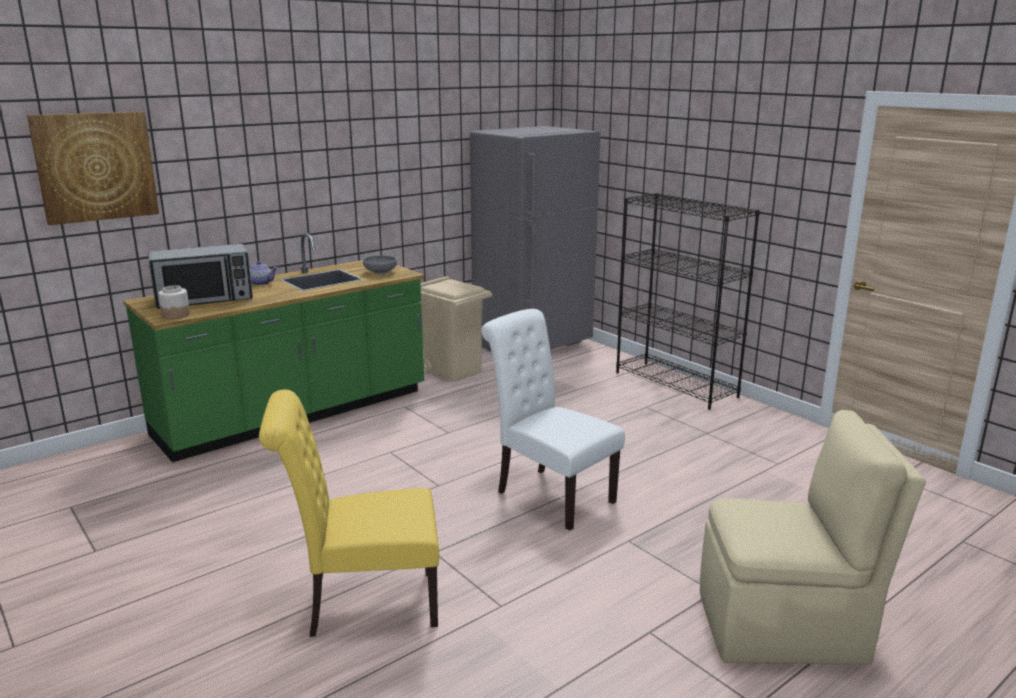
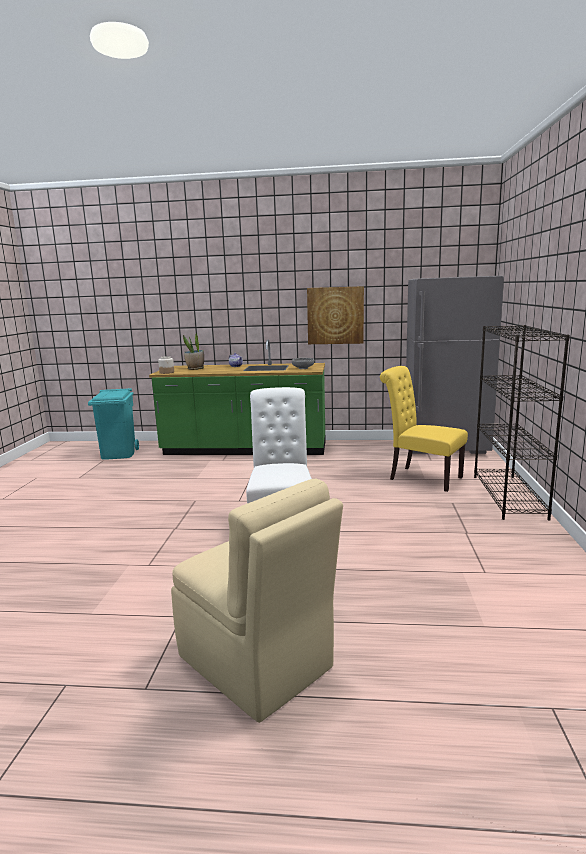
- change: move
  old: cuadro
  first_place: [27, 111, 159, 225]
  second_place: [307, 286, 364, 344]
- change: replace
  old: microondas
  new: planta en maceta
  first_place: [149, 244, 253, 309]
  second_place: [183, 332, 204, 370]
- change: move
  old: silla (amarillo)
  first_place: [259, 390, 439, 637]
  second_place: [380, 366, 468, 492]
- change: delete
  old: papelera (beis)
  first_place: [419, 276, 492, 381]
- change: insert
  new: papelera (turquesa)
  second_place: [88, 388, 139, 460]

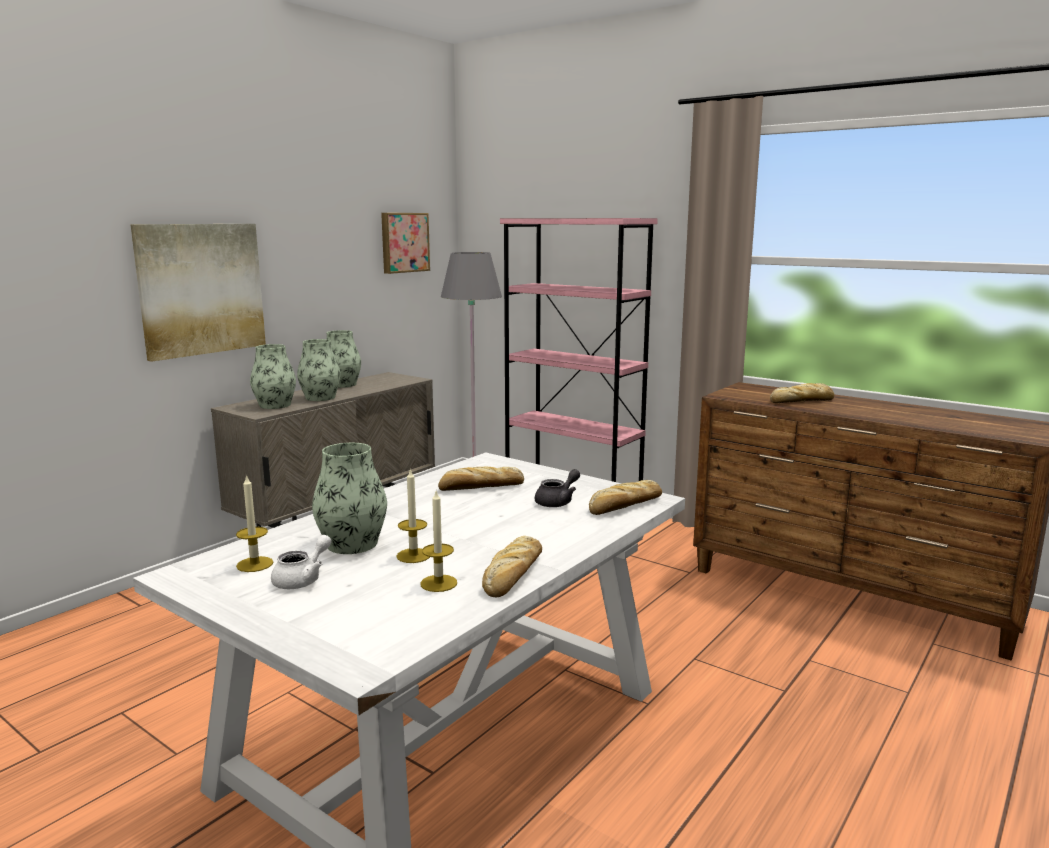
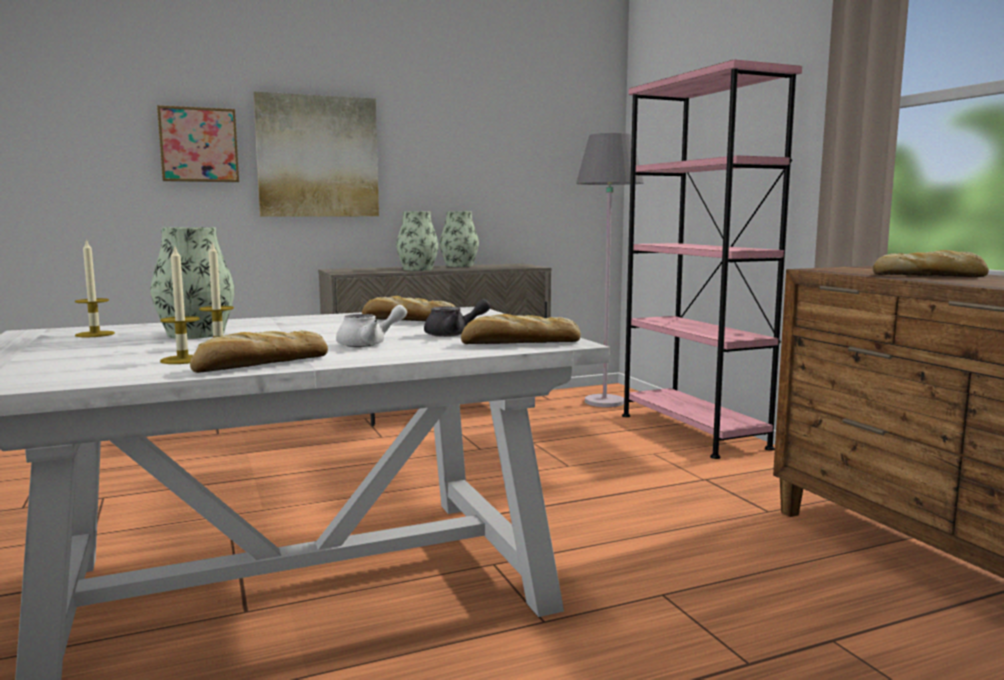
- change: delete
  old: florero
  first_place: [250, 344, 296, 409]
- change: move
  old: tetera (blanco)
  first_place: [271, 535, 332, 589]
  second_place: [336, 305, 407, 347]
- change: move
  old: cuadro
  first_place: [381, 213, 430, 274]
  second_place: [157, 105, 239, 182]

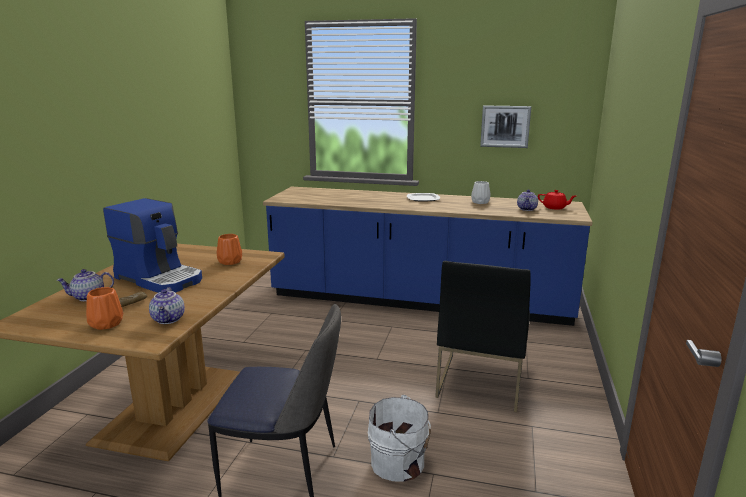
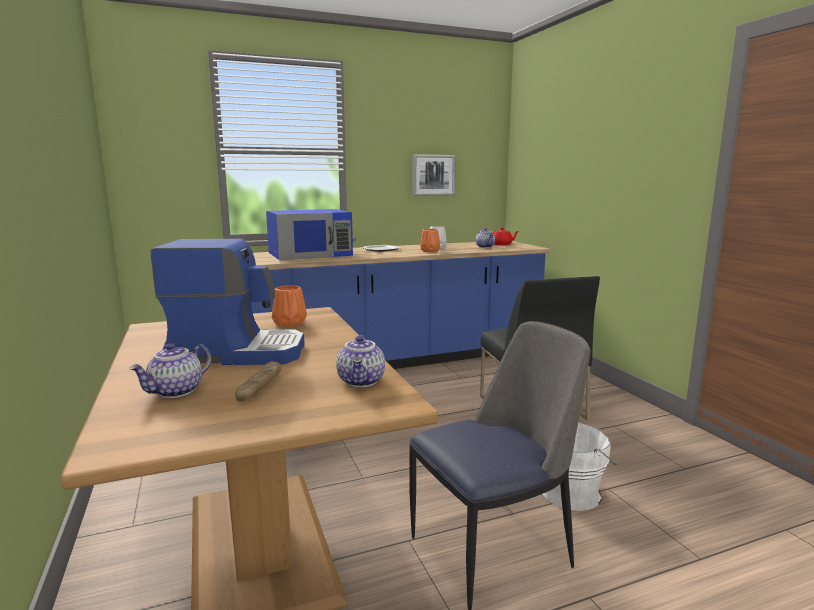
- change: move
  old: florero (naranja)
  first_place: [86, 287, 123, 330]
  second_place: [420, 229, 440, 252]
- change: rotate
  old: tetera
  first_place: [149, 287, 185, 324]
  second_place: [336, 335, 385, 387]
  degrees: 45
- change: insert
  new: microondas (azul)
  second_place: [266, 209, 353, 261]

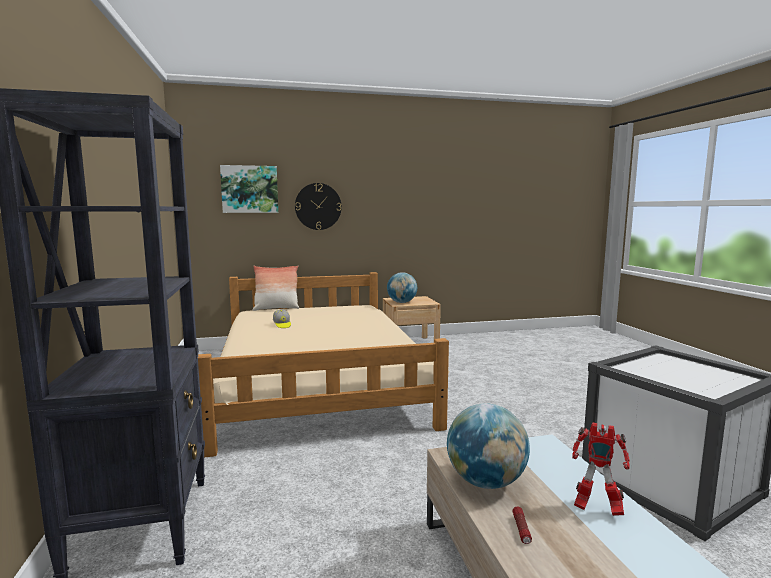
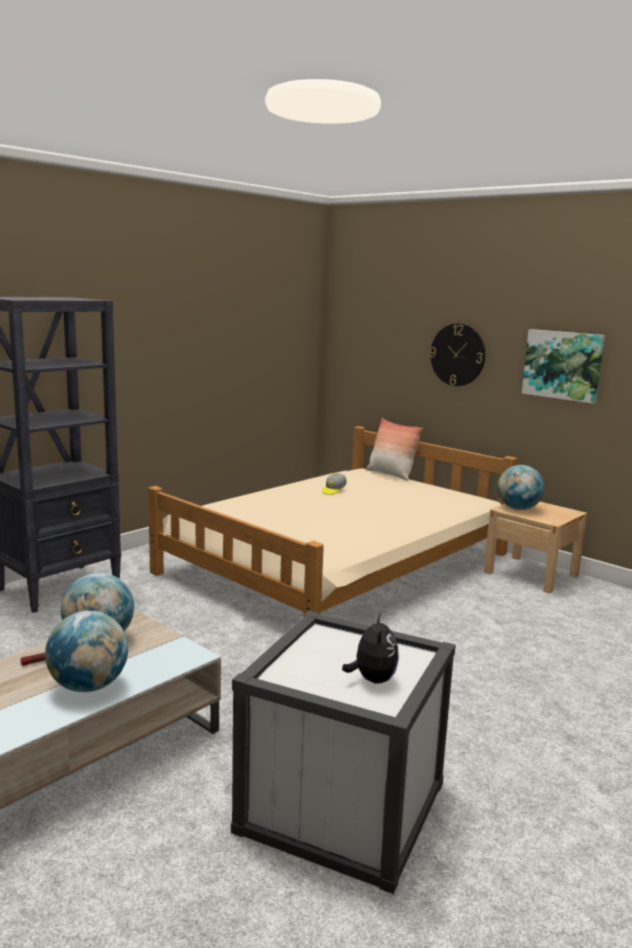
- change: move
  old: cuadro
  first_place: [220, 165, 278, 213]
  second_place: [522, 329, 605, 404]
- change: replace
  old: robot de juguete
  new: globo terráqueo
  first_place: [572, 422, 630, 516]
  second_place: [45, 611, 128, 692]
- change: insert
  new: peluche
  second_place: [342, 613, 399, 684]

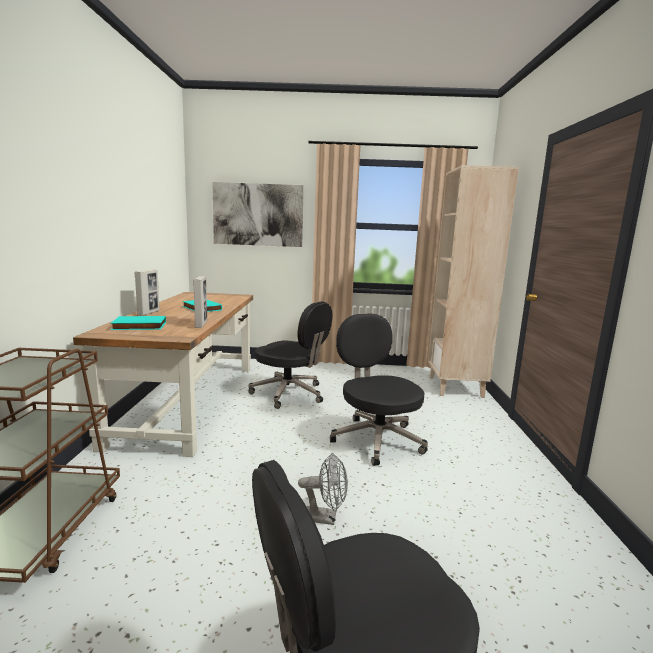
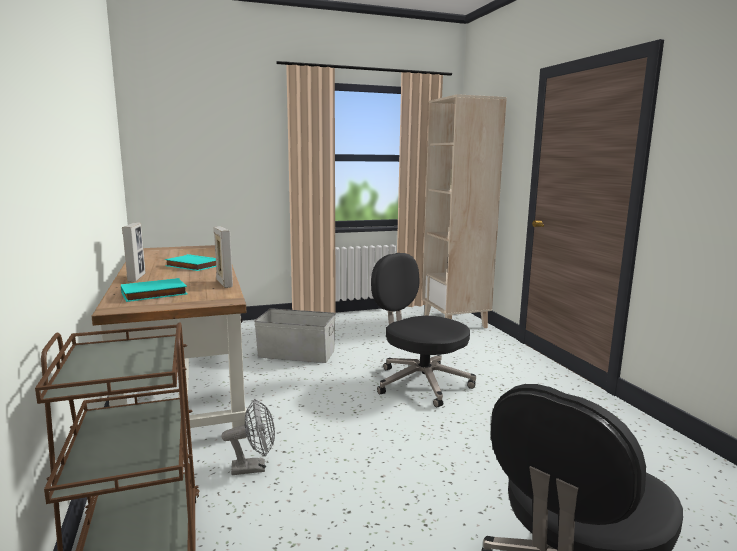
- change: delete
  old: cuadro
  first_place: [212, 182, 304, 247]
- change: replace
  old: silla de oficina (negro)
  new: caja de almacenaje (gris)
  first_place: [248, 301, 332, 409]
  second_place: [254, 308, 336, 363]
- change: move
  old: ventilador (gris)
  first_place: [298, 453, 348, 525]
  second_place: [222, 399, 275, 475]

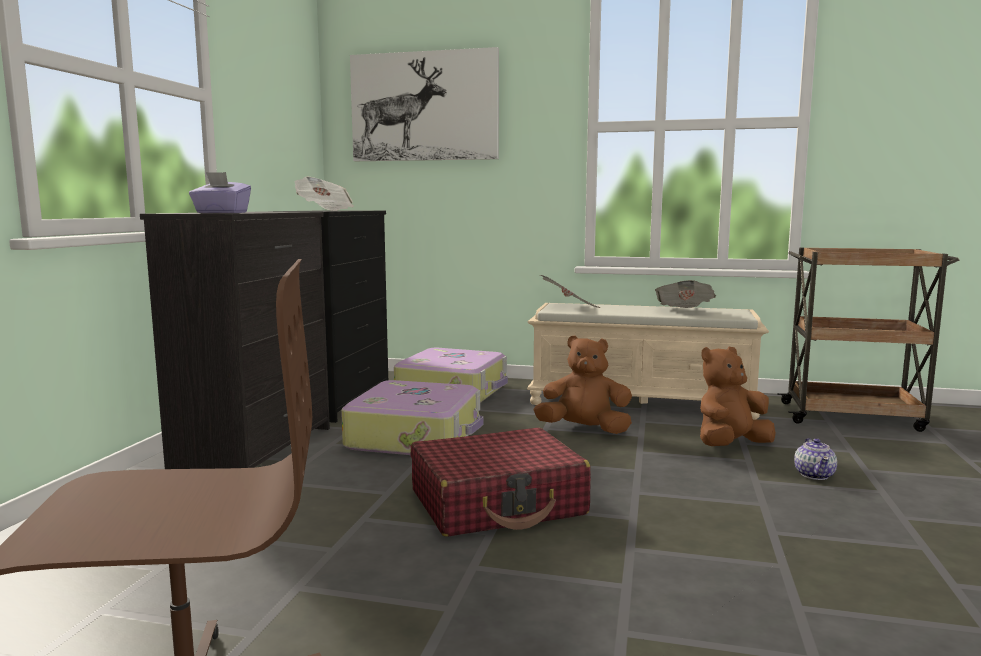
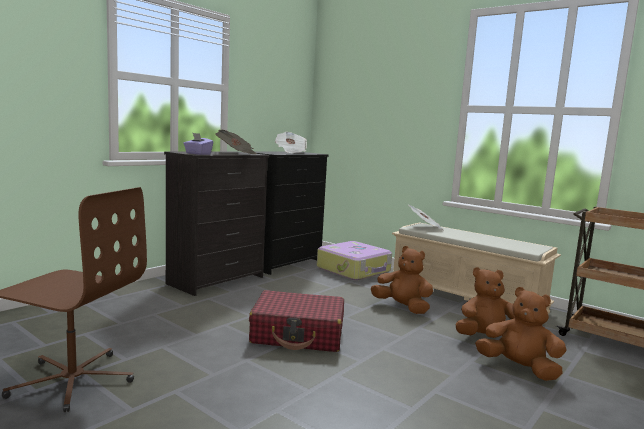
- change: delete
  old: maleta
  first_place: [341, 380, 483, 455]
- change: delete
  old: cuadro
  first_place: [350, 47, 499, 161]
- change: move
  old: periódico
  first_place: [655, 280, 716, 308]
  second_place: [215, 130, 257, 154]
- change: replace
  old: tetera
  new: peluche (marrón)
  first_place: [794, 438, 837, 480]
  second_place: [475, 287, 567, 381]

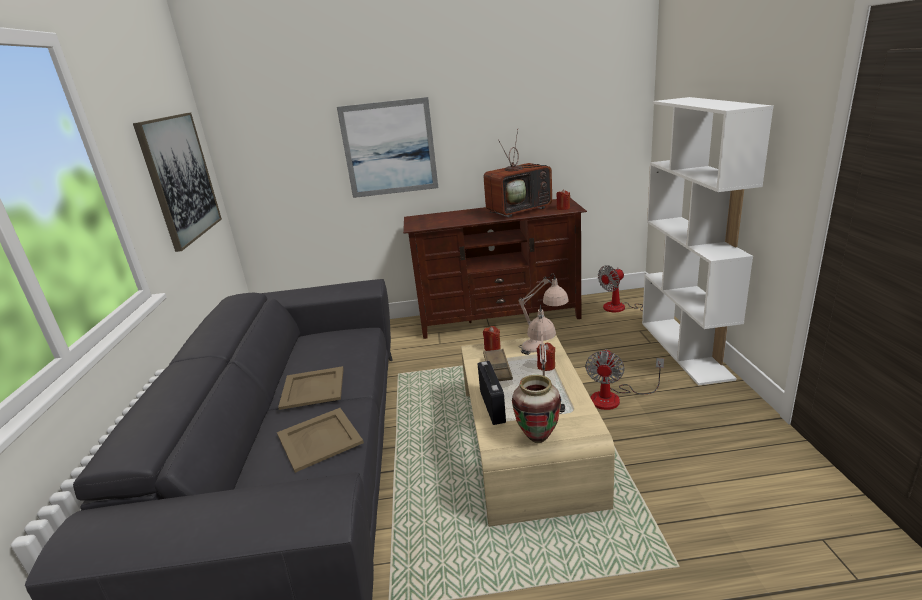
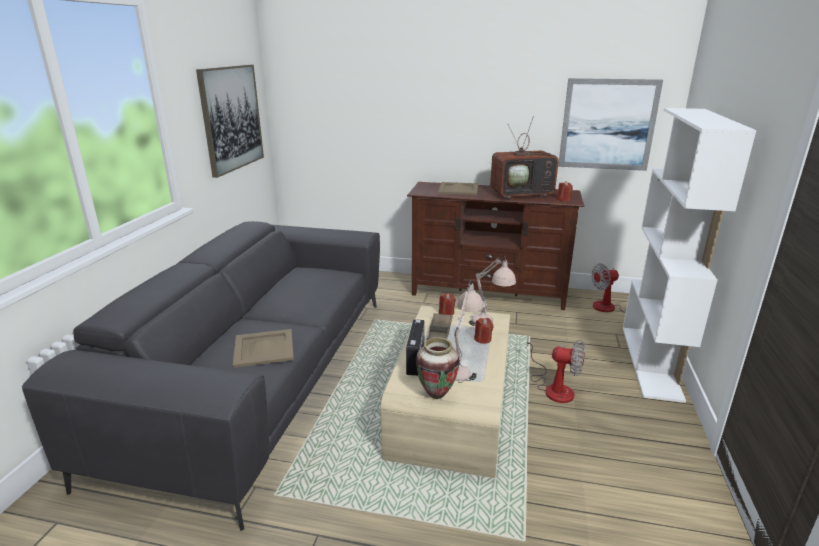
- change: move
  old: bandeja (beis)
  first_place: [278, 366, 344, 410]
  second_place: [438, 182, 478, 195]
- change: move
  old: cuadro
  first_place: [337, 97, 438, 198]
  second_place: [558, 78, 663, 171]
- change: rotate
  old: ventilador
  first_place: [585, 349, 664, 410]
  second_place: [526, 336, 585, 403]
  degrees: -105

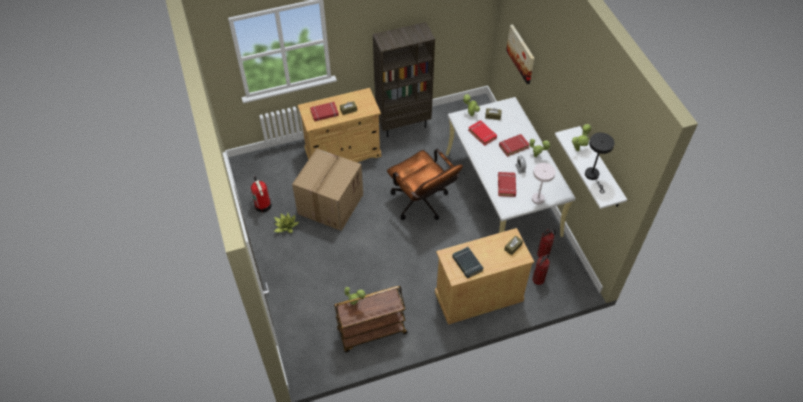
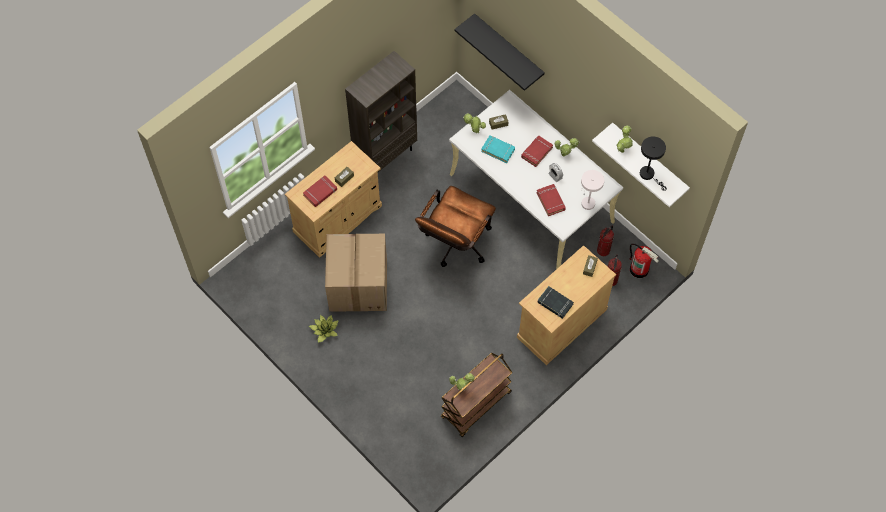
- change: move
  old: extintor
  first_place: [251, 176, 271, 213]
  second_place: [630, 243, 659, 278]
- change: rotate
  old: silla de oficina (marrón)
  first_place: [387, 149, 463, 220]
  second_place: [415, 186, 496, 267]
  degrees: 90
- change: recolor
  old: libro (rojo)
  new: libro (turquesa)
  first_place: [468, 120, 497, 146]
  second_place: [481, 135, 515, 163]
- change: replace
  old: cuadro
  new: estante (negro)
  first_place: [506, 24, 535, 84]
  second_place: [454, 13, 545, 91]

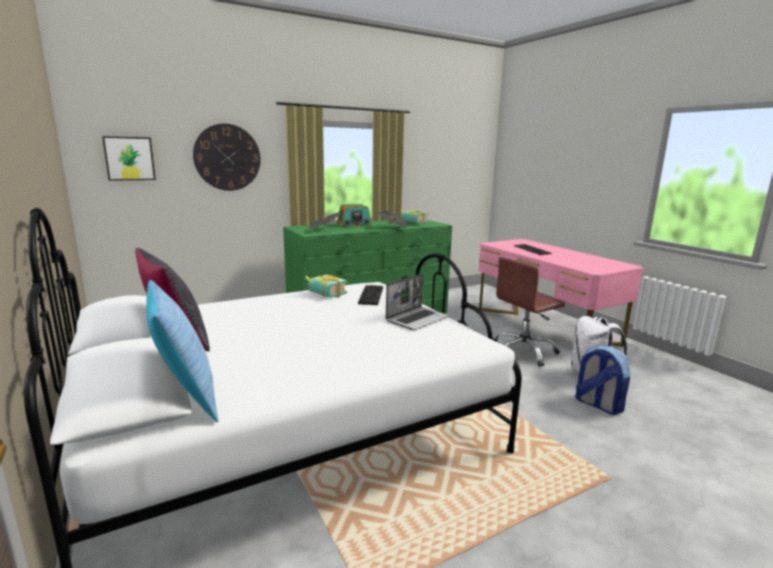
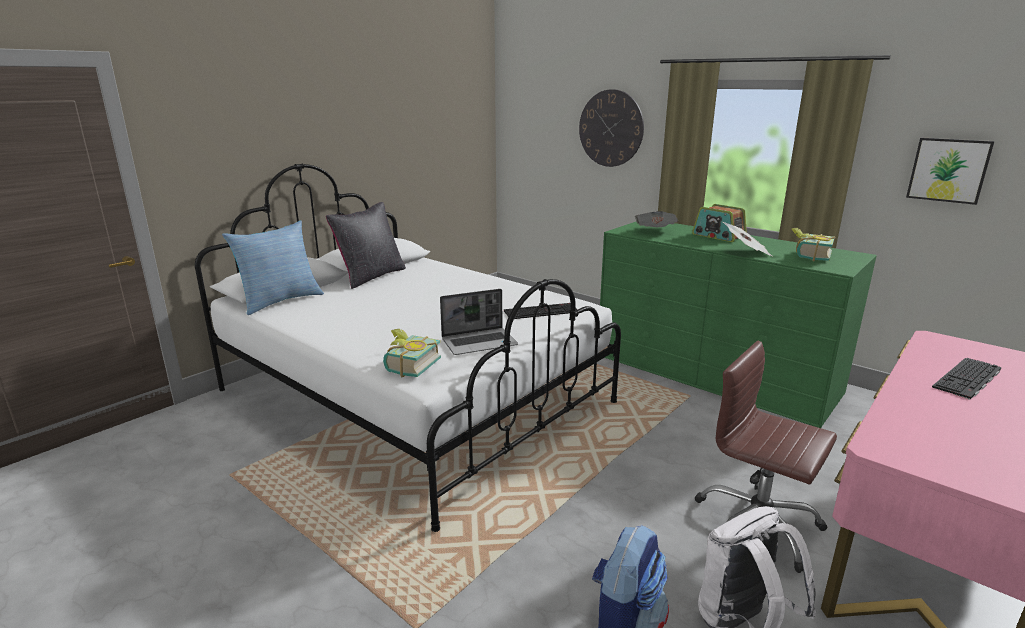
- change: move
  old: cuadro
  first_place: [102, 136, 156, 181]
  second_place: [906, 137, 995, 205]
- change: move
  old: libro
  first_place: [305, 275, 347, 298]
  second_place: [383, 329, 441, 377]
- change: rotate
  old: portátil
  first_place: [386, 274, 450, 330]
  second_place: [440, 289, 518, 355]
  degrees: -45

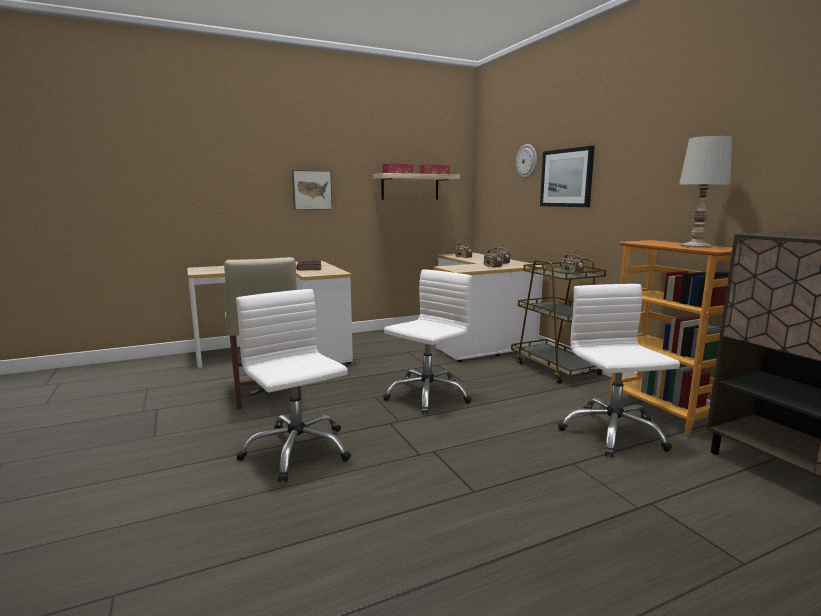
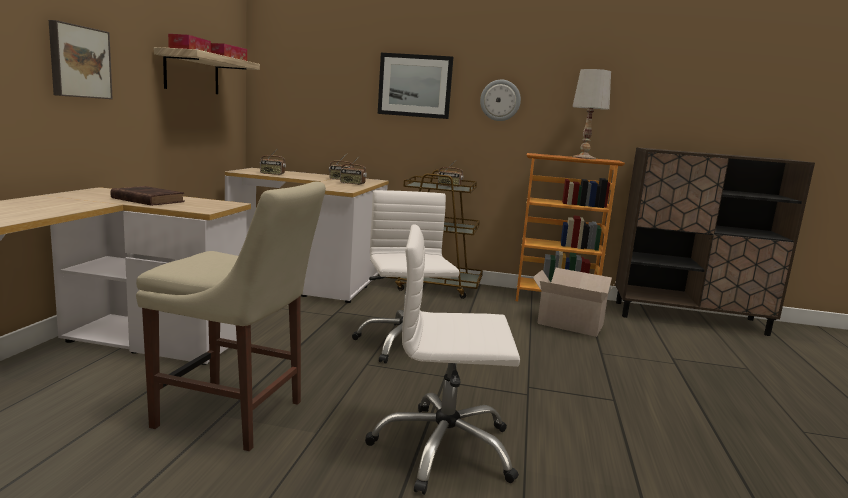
- change: move
  old: reloj de pared
  first_place: [516, 144, 537, 179]
  second_place: [480, 80, 521, 121]
- change: replace
  old: silla de oficina (blanco)
  new: caja de cartón
  first_place: [558, 284, 680, 457]
  second_place: [533, 268, 617, 337]

